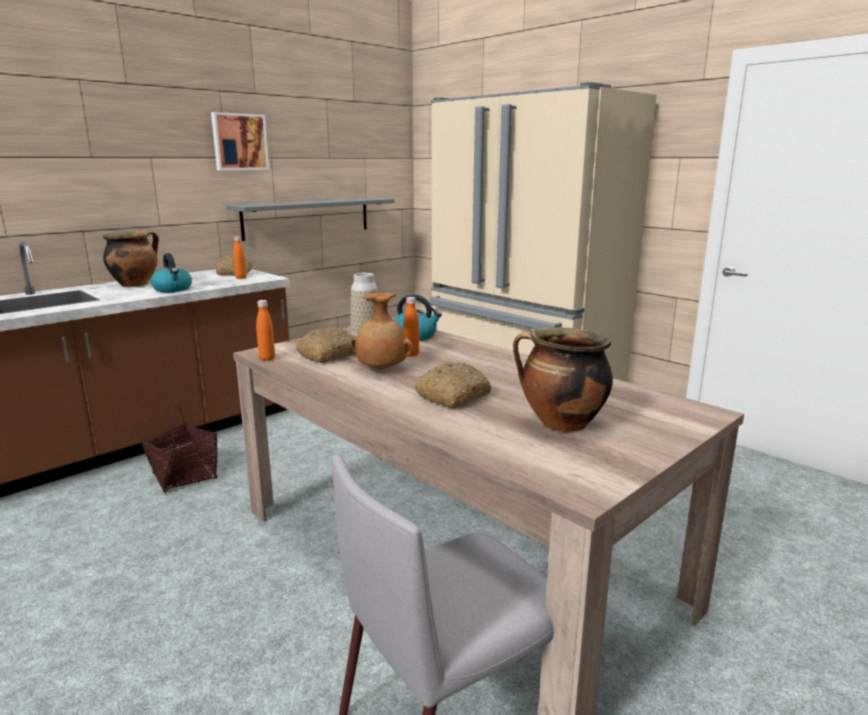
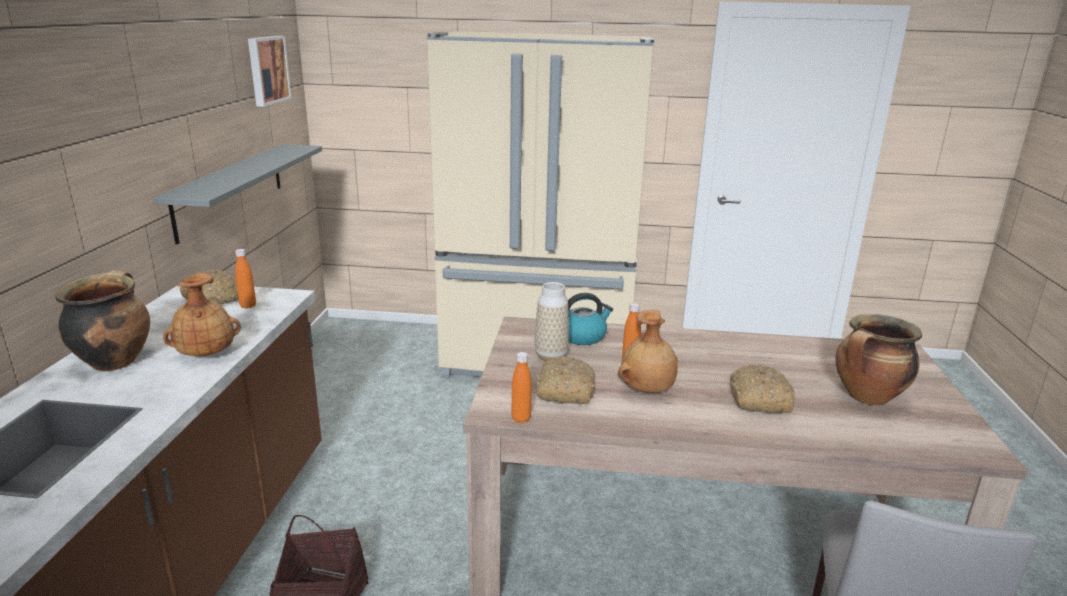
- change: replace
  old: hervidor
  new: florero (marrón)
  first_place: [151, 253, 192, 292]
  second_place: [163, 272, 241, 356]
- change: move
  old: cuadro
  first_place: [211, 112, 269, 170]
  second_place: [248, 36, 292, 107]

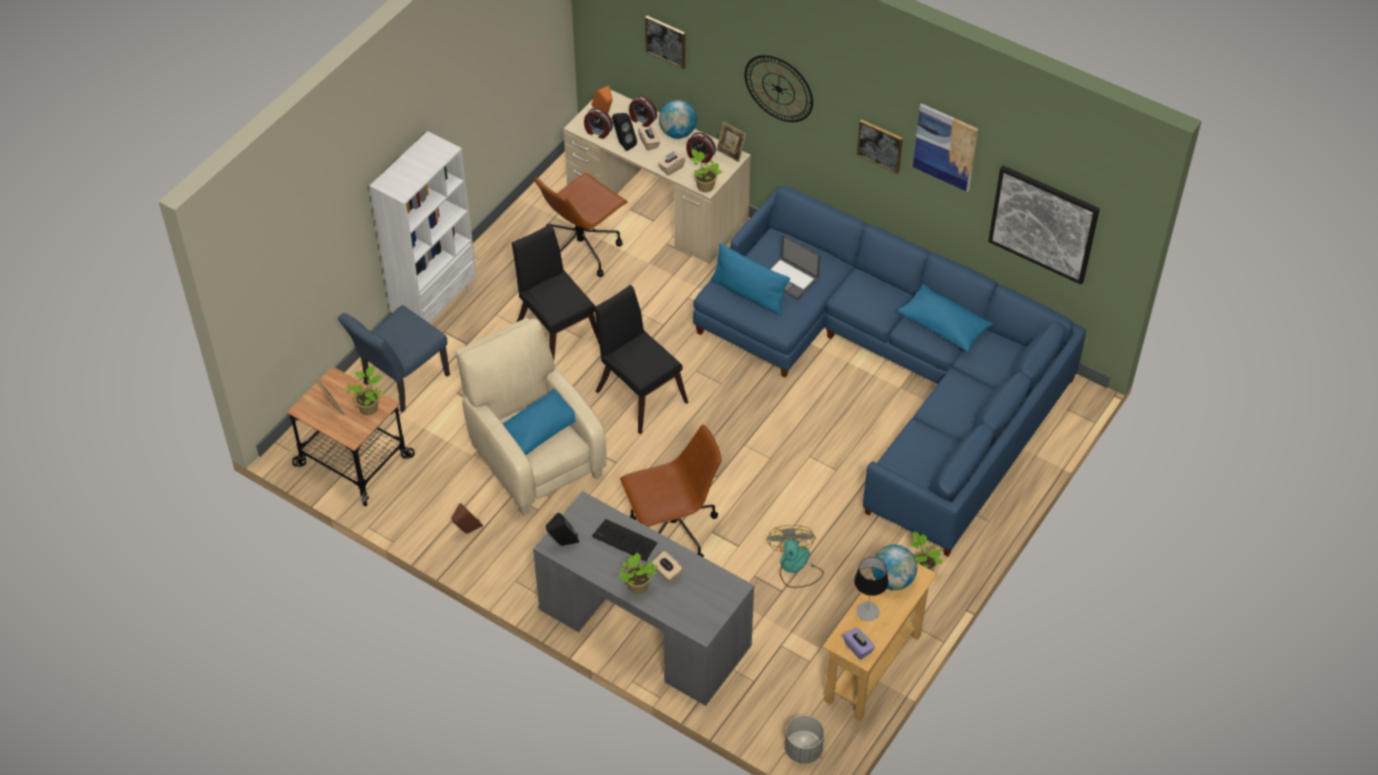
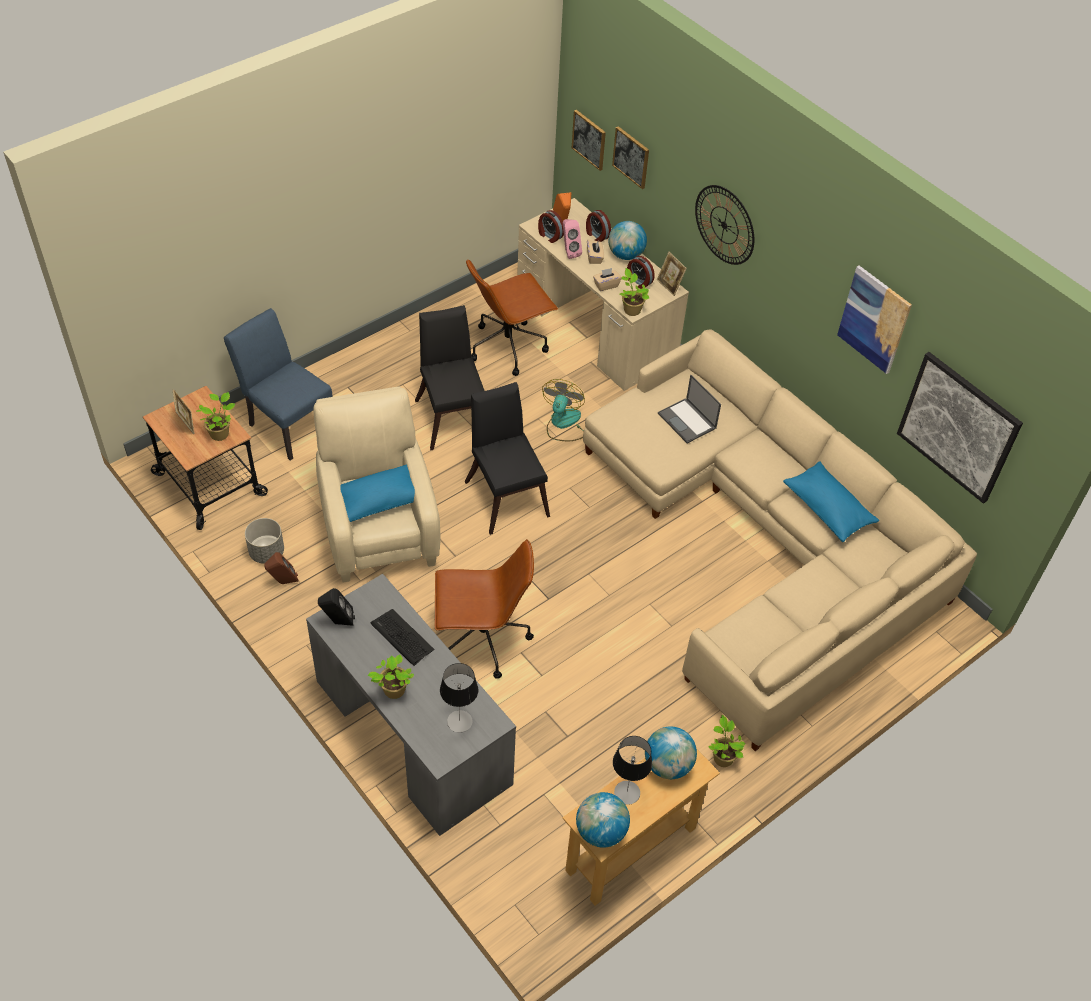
- change: rotate
  old: silla (azul)
  first_place: [338, 305, 450, 413]
  second_place: [224, 308, 333, 461]
  degrees: 75
- change: delete
  old: estantería (blanco)
  first_place: [369, 131, 477, 323]
- change: recolor
  old: altavoz (negro)
  new: altavoz (rosa)
  first_place: [612, 113, 637, 151]
  second_place: [563, 219, 582, 259]
- change: delete
  old: caja de pañuelos (beis)
  first_place: [652, 551, 683, 583]
- change: recolor
  old: sofá (azul)
  new: sofá (beis)
  first_place: [693, 186, 1086, 557]
  second_place: [583, 329, 977, 751]
- change: delete
  old: cojín (azul)
  first_place: [711, 243, 790, 316]
- change: move
  old: ventilador
  first_place: [767, 525, 824, 588]
  second_place: [542, 379, 585, 441]
- change: move
  old: maceta (gris)
  first_place: [785, 715, 824, 764]
  second_place: [245, 518, 284, 564]
- change: replace
  old: caja de pañuelos (morado)
  new: globo terráqueo
  first_place: [843, 628, 875, 660]
  second_place: [576, 792, 630, 848]
- change: move
  old: cuadro
  first_place: [857, 119, 903, 174]
  second_place: [572, 110, 606, 171]
- change: insert
  new: lámpara de mesa
  second_place: [440, 663, 478, 733]

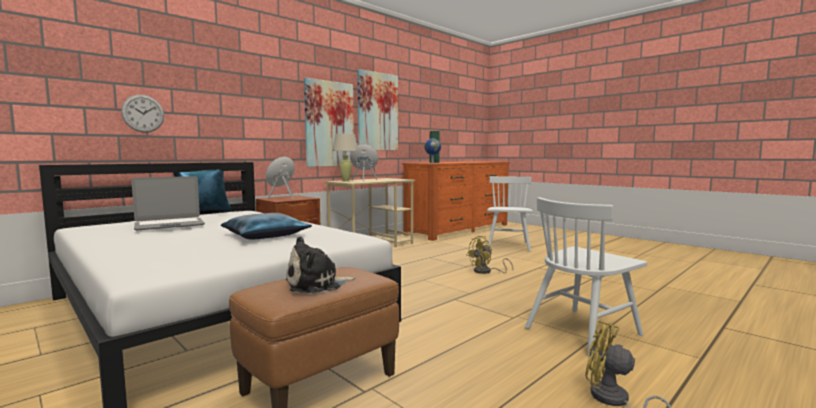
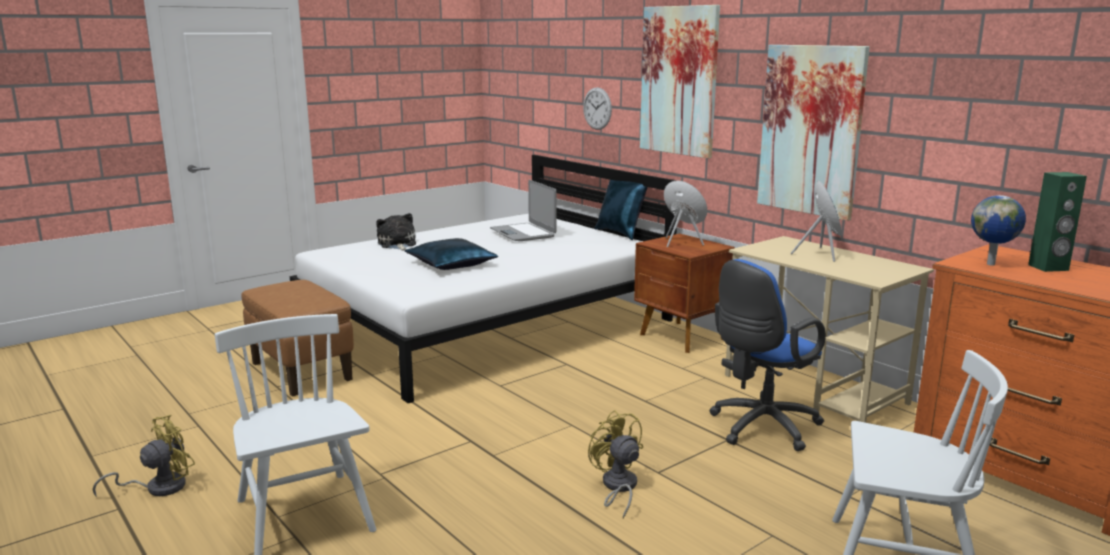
- change: move
  old: peluche
  first_place: [286, 236, 356, 294]
  second_place: [376, 213, 416, 251]
- change: delete
  old: lámpara de mesa (beis)
  first_place: [332, 134, 359, 182]
- change: move
  old: cuadro
  first_place: [357, 69, 398, 150]
  second_place: [640, 5, 720, 159]
- change: insert
  new: silla de oficina (azul)
  second_place: [709, 259, 826, 451]

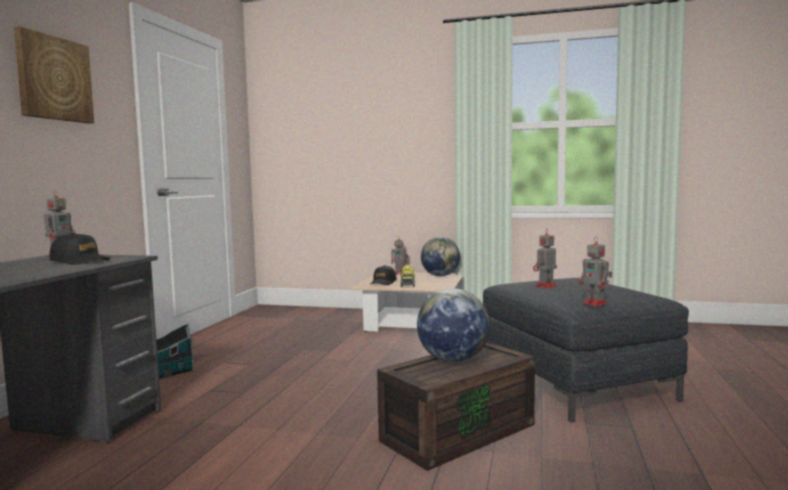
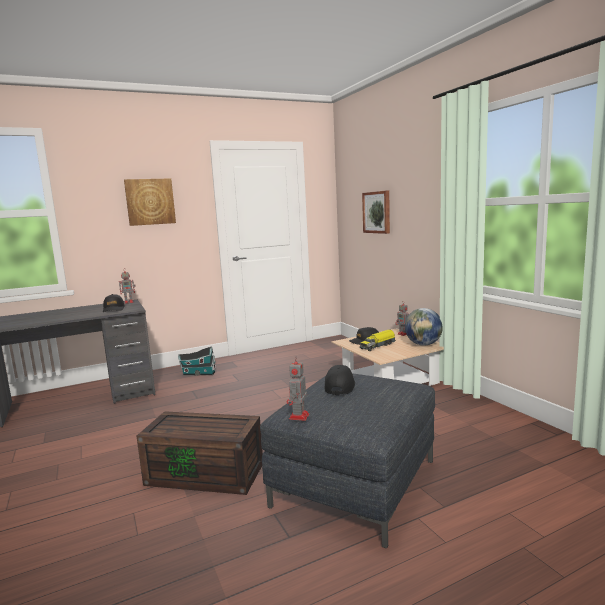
- change: delete
  old: globo terráqueo
  first_place: [417, 288, 490, 363]
- change: replace
  old: robot de juguete
  new: gorra (negro)
  first_place: [533, 228, 557, 289]
  second_place: [324, 365, 355, 395]
- change: insert
  new: cuadro
  second_place: [362, 190, 390, 234]

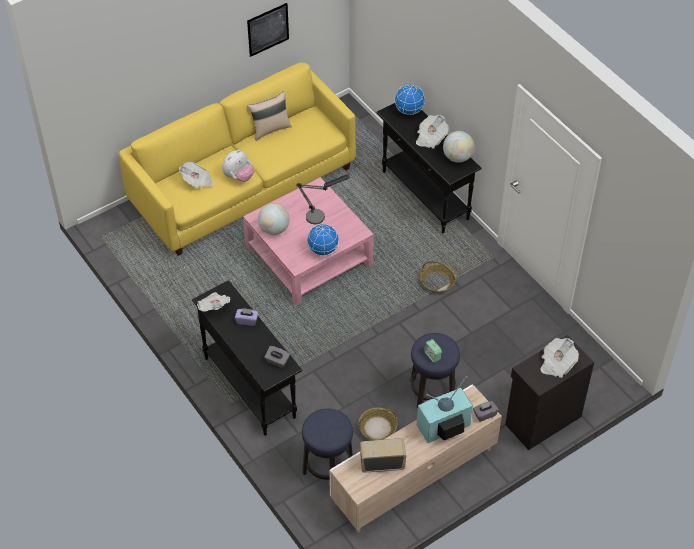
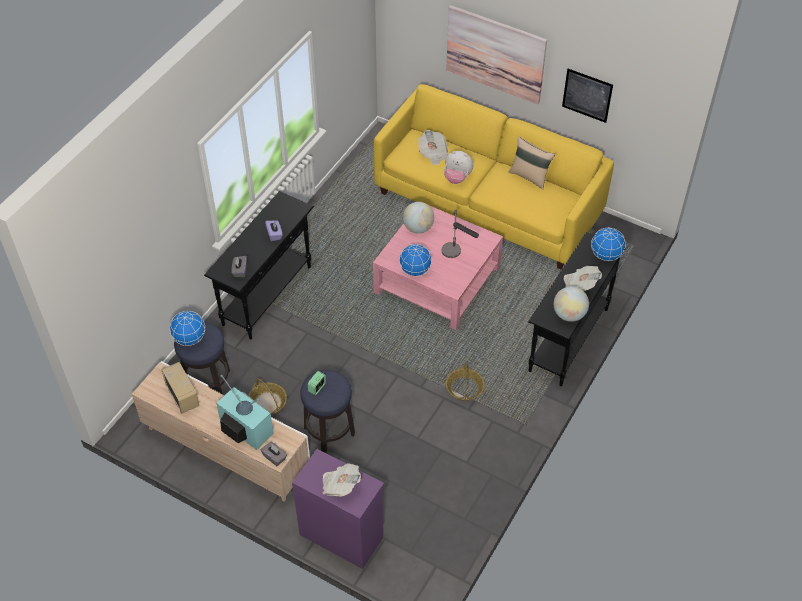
- change: delete
  old: periódico
  first_place: [197, 292, 230, 311]
- change: recolor
  old: armario (negro)
  new: armario (morado)
  first_place: [505, 335, 594, 450]
  second_place: [292, 449, 384, 569]
- change: insert
  new: globo terráqueo
  second_place: [170, 311, 205, 346]
- change: insert
  new: cuadro
  second_place: [446, 5, 547, 104]

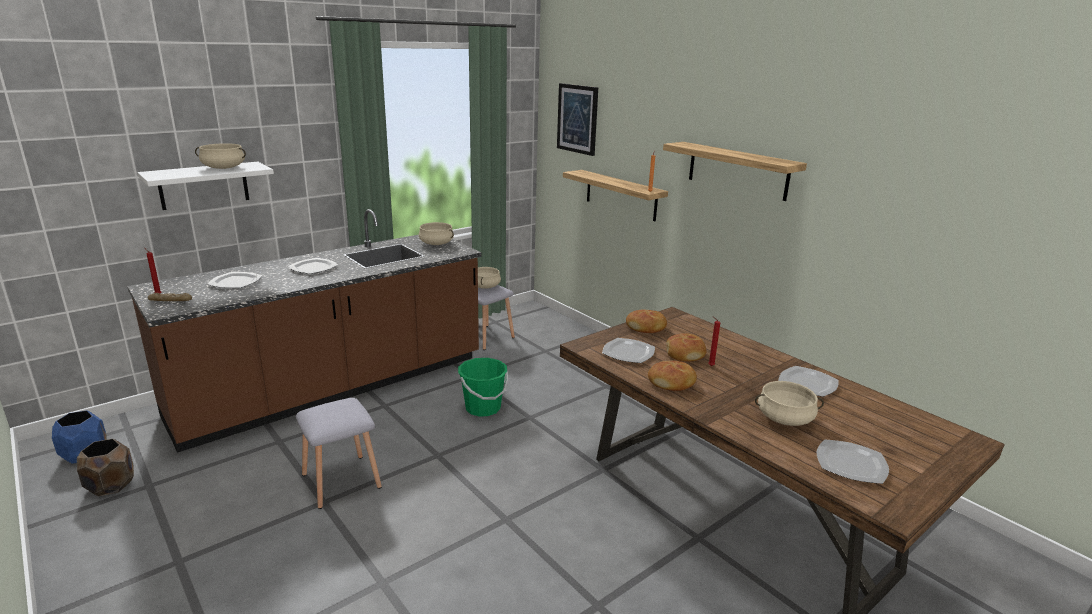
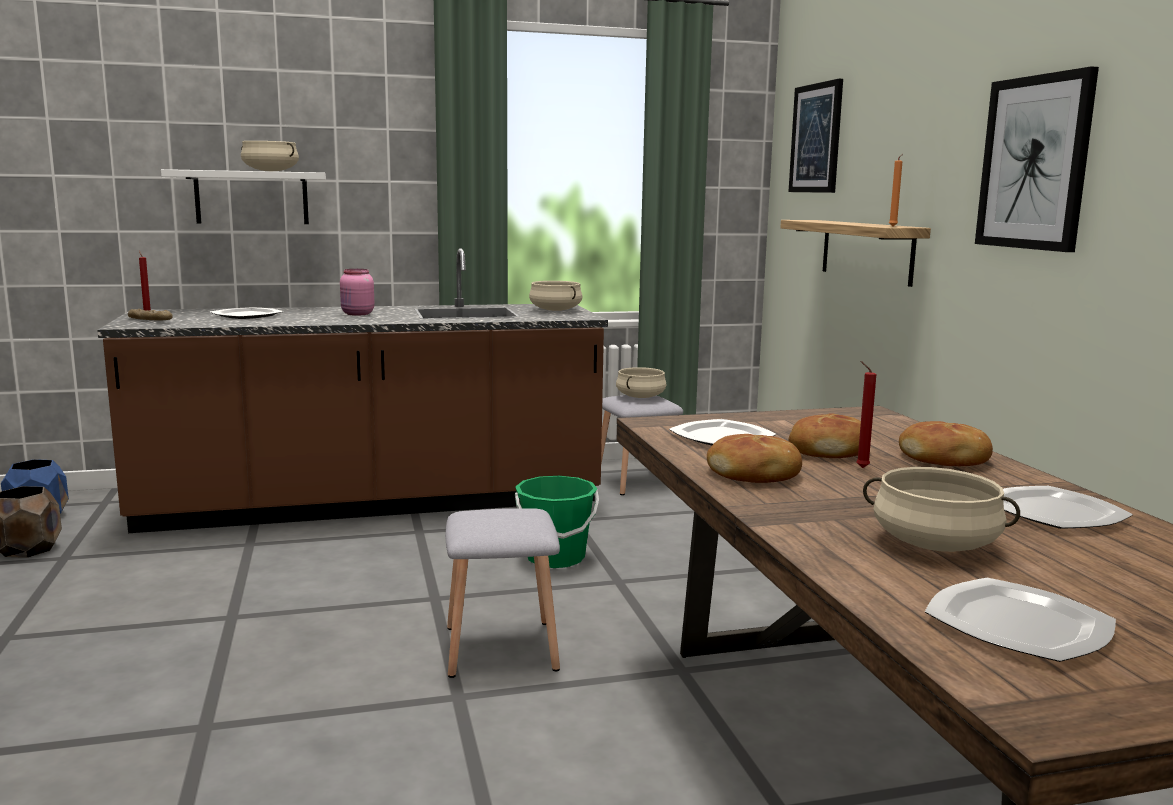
- change: replace
  old: plato
  new: tarro (rosa)
  first_place: [288, 258, 338, 274]
  second_place: [340, 269, 374, 316]
- change: move
  old: taburete (gris)
  first_place: [296, 398, 382, 509]
  second_place: [445, 508, 560, 678]
- change: move
  old: pan
  first_place: [626, 310, 667, 333]
  second_place: [899, 421, 993, 466]
- change: replace
  old: estante
  new: cuadro
  first_place: [663, 142, 807, 201]
  second_place: [975, 67, 1099, 252]

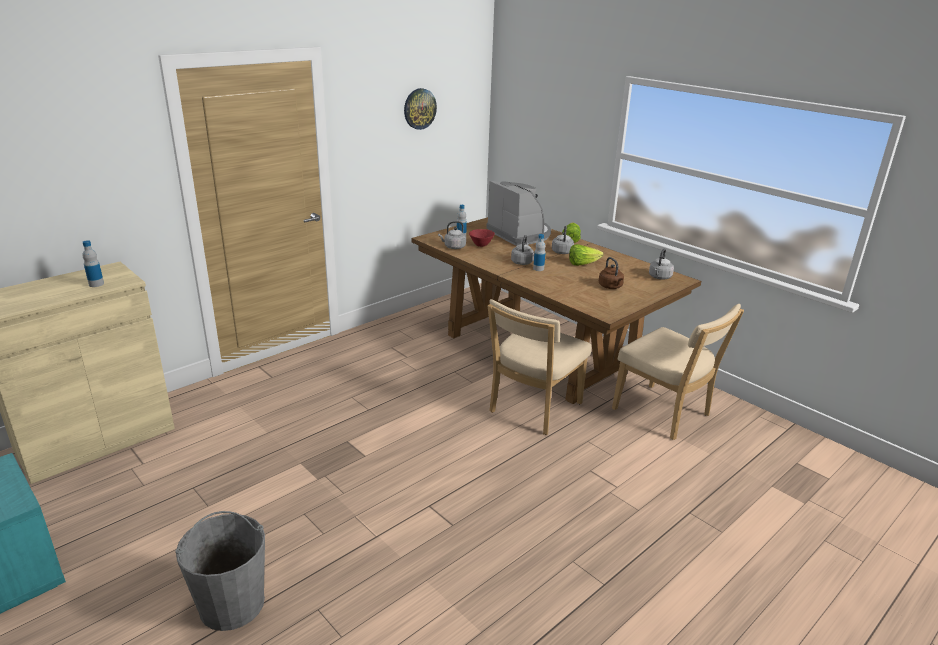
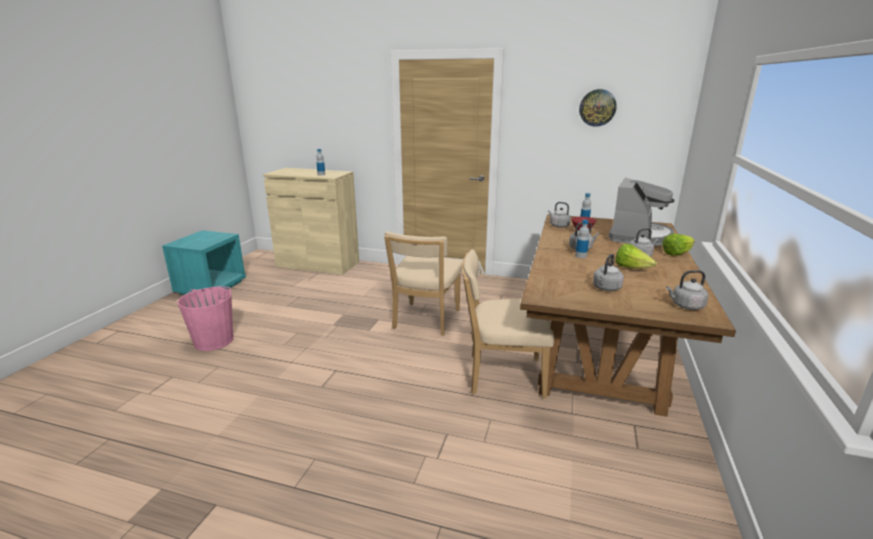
- change: recolor
  old: cubo (gris)
  new: cubo (rosa)
  first_place: [175, 511, 265, 631]
  second_place: [178, 286, 234, 351]
- change: recolor
  old: hervidor (marrón)
  new: hervidor (gris)
  first_place: [599, 257, 624, 289]
  second_place: [593, 254, 624, 291]
- change: move
  old: silla (beis)
  first_place: [612, 304, 744, 440]
  second_place: [384, 231, 462, 336]

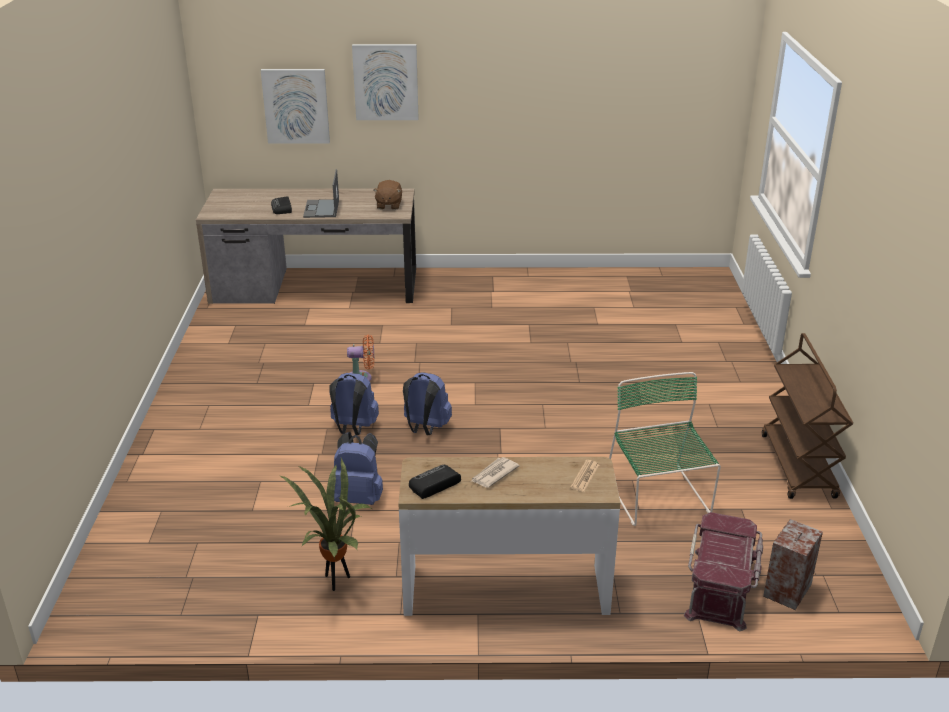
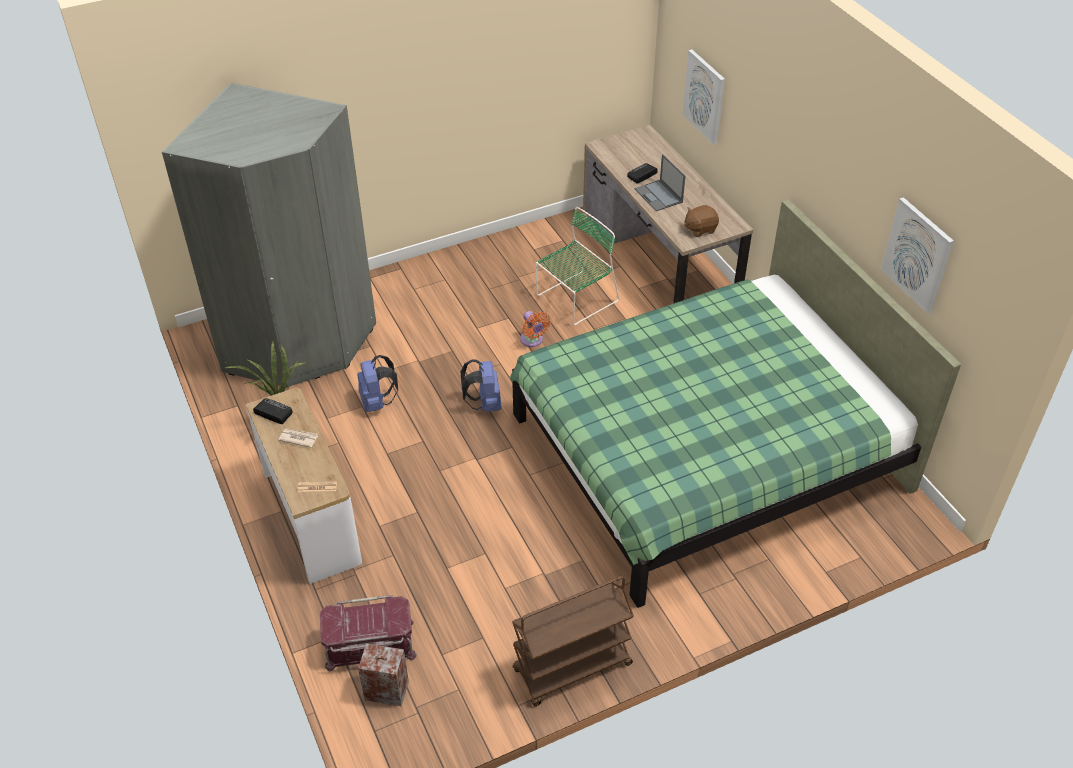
- change: rotate
  old: portátil
  first_place: [303, 169, 339, 218]
  second_place: [635, 154, 685, 211]
  degrees: -90
- change: delete
  old: mochila (azul)
  first_place: [329, 373, 379, 435]
- change: move
  old: cuadro
  first_place: [352, 44, 419, 120]
  second_place: [881, 197, 954, 314]
- change: move
  old: silla (verde)
  first_place: [609, 372, 721, 526]
  second_place: [535, 207, 619, 325]
- change: insert
  new: armario ropero (gris)
  second_place: [162, 83, 376, 388]
- change: insert
  new: cama (verde)
  second_place: [509, 200, 961, 608]

